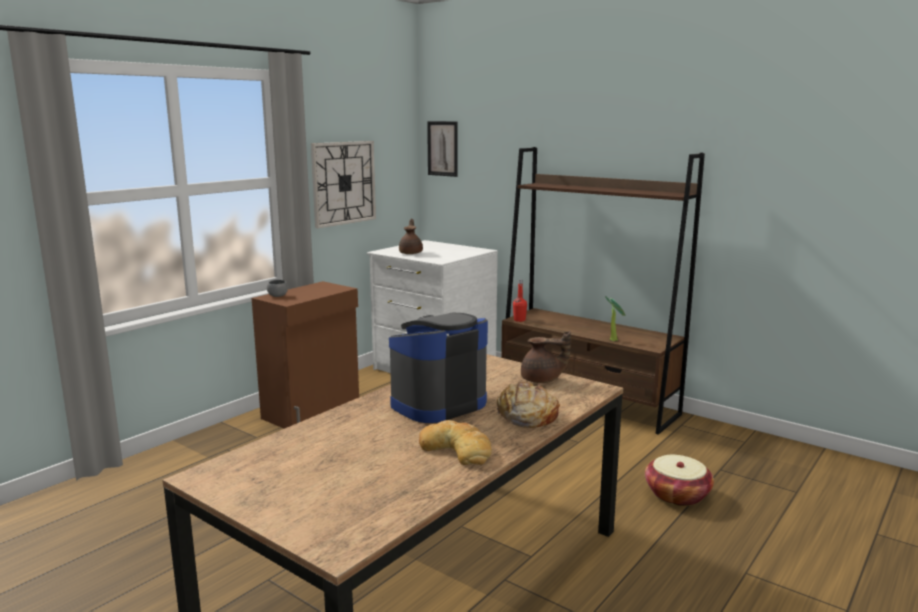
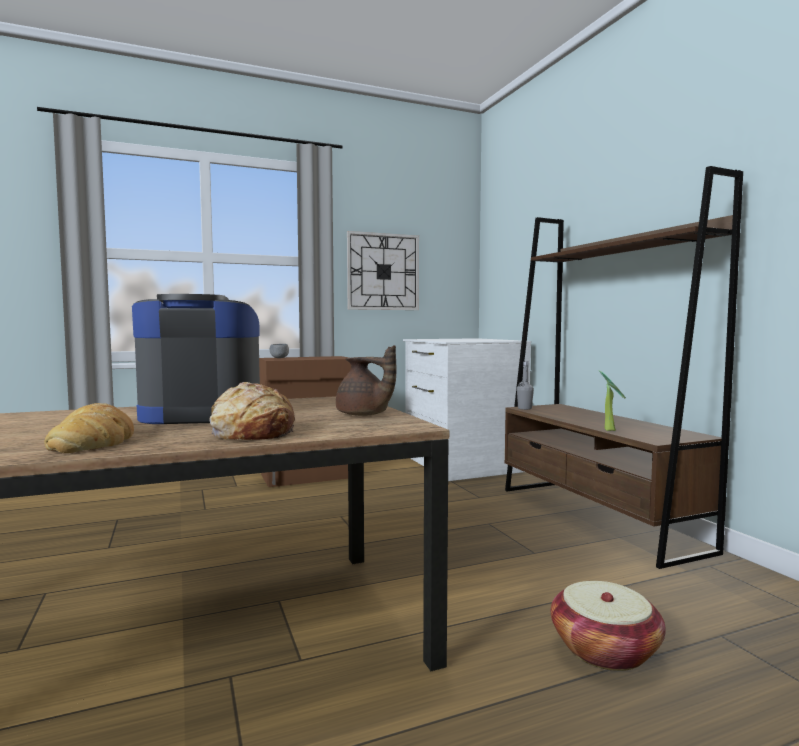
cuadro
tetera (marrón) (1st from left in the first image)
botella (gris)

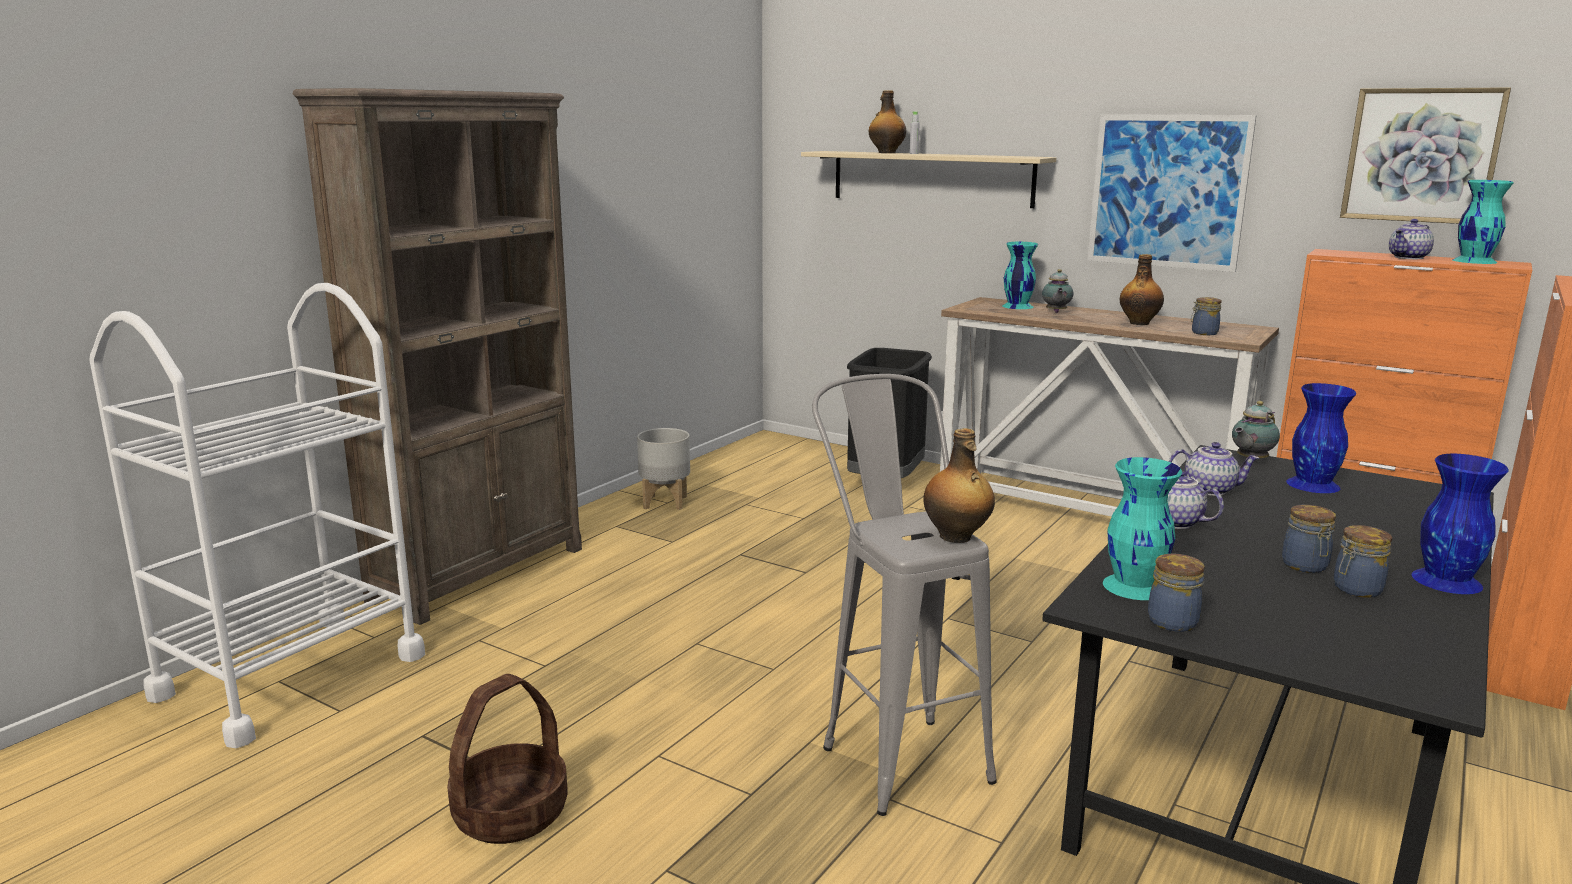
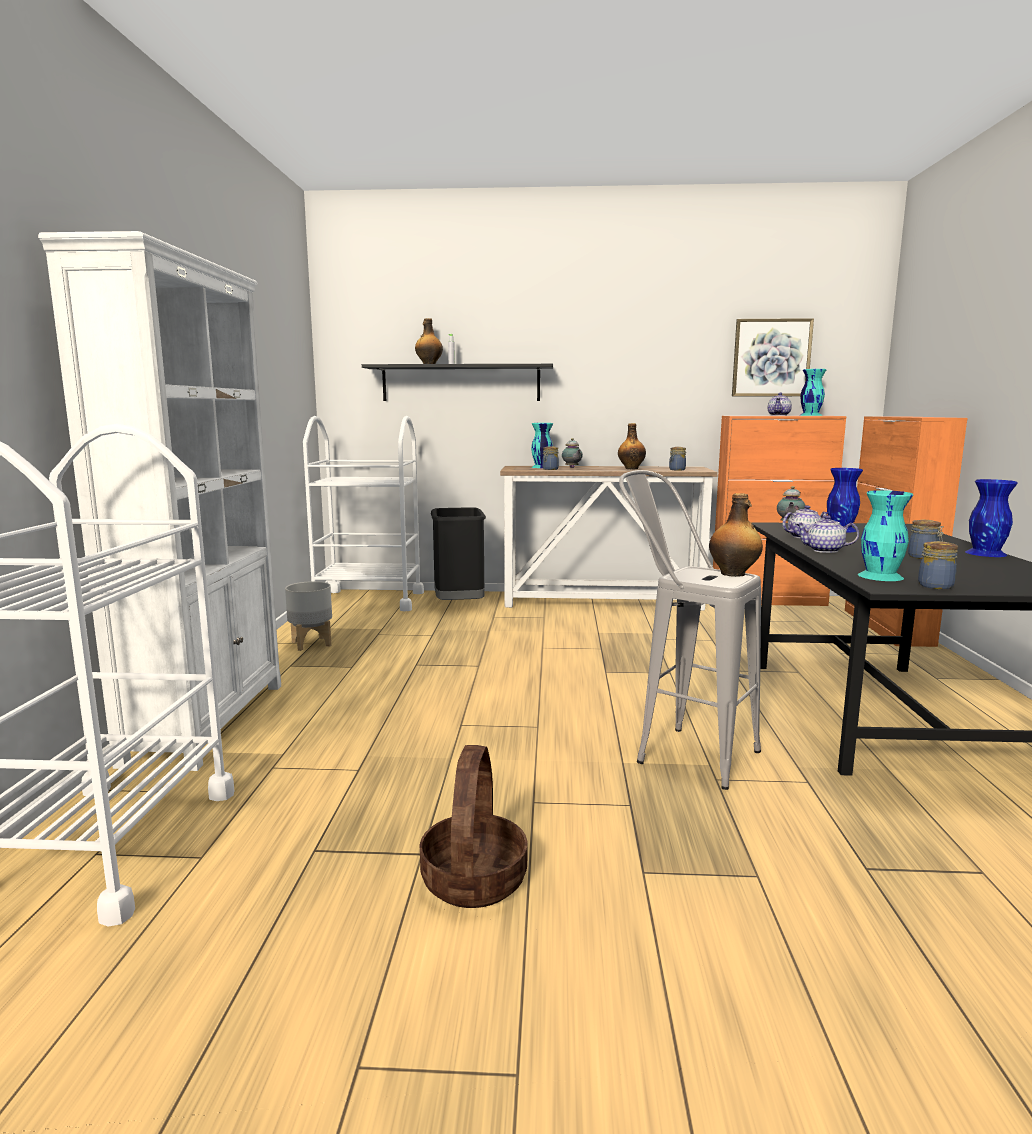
estantería (blanco)
cuadro (1st from left in the first image)
estante (negro)
tarro (1st from left)
carrito (blanco) (2nd from left)

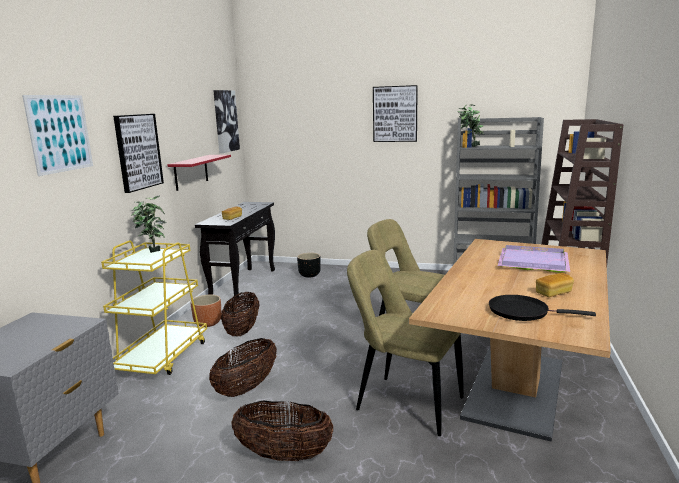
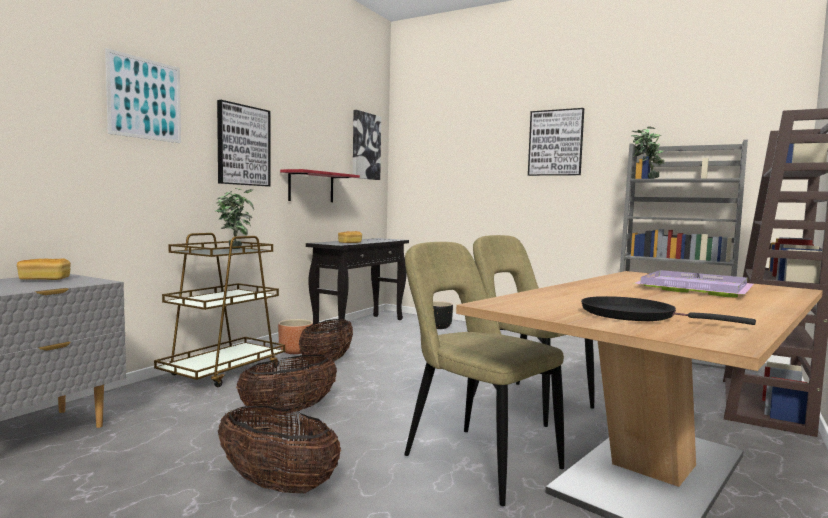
carrito (marrón)
pan (1st from left)

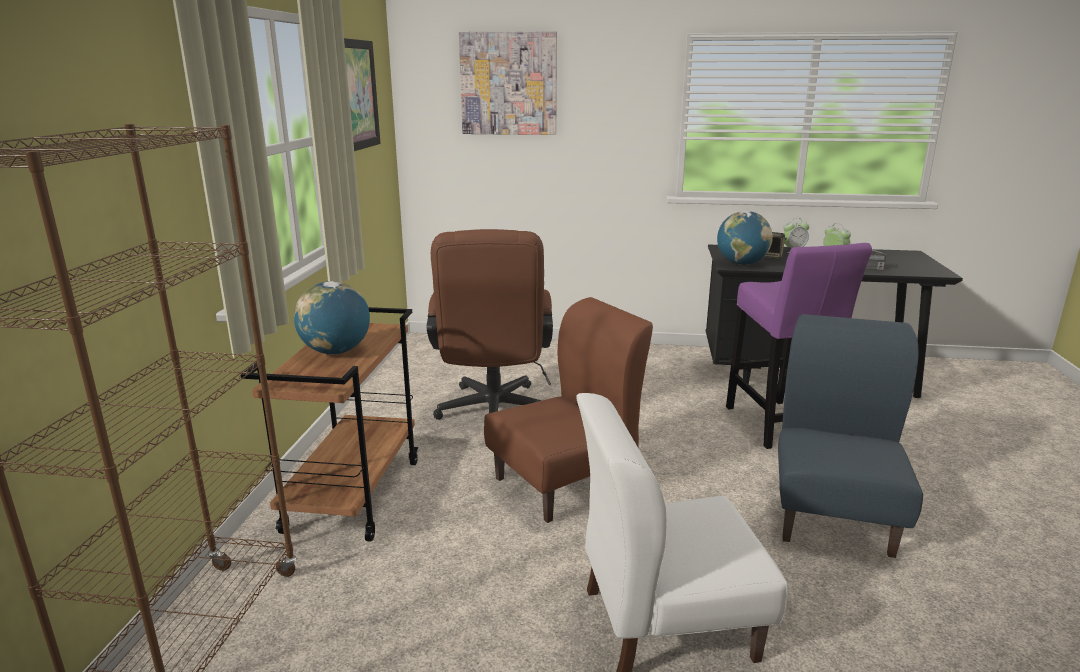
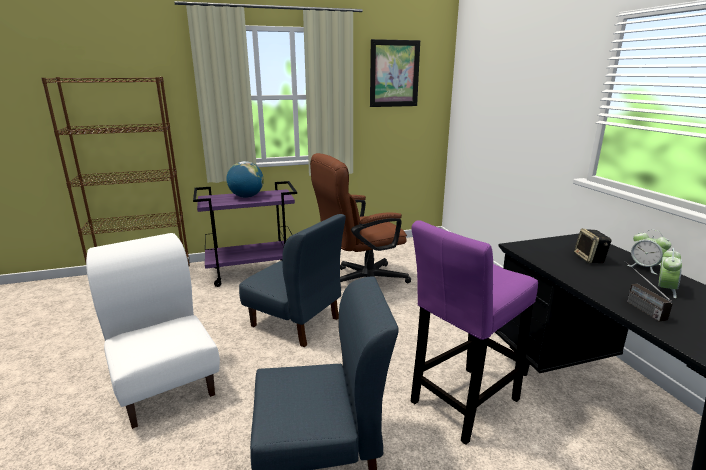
cuadro (2nd from left in the first image)
globo terráqueo (2nd from left in the first image)
silla (azul) (1st from left)
carrito (morado)

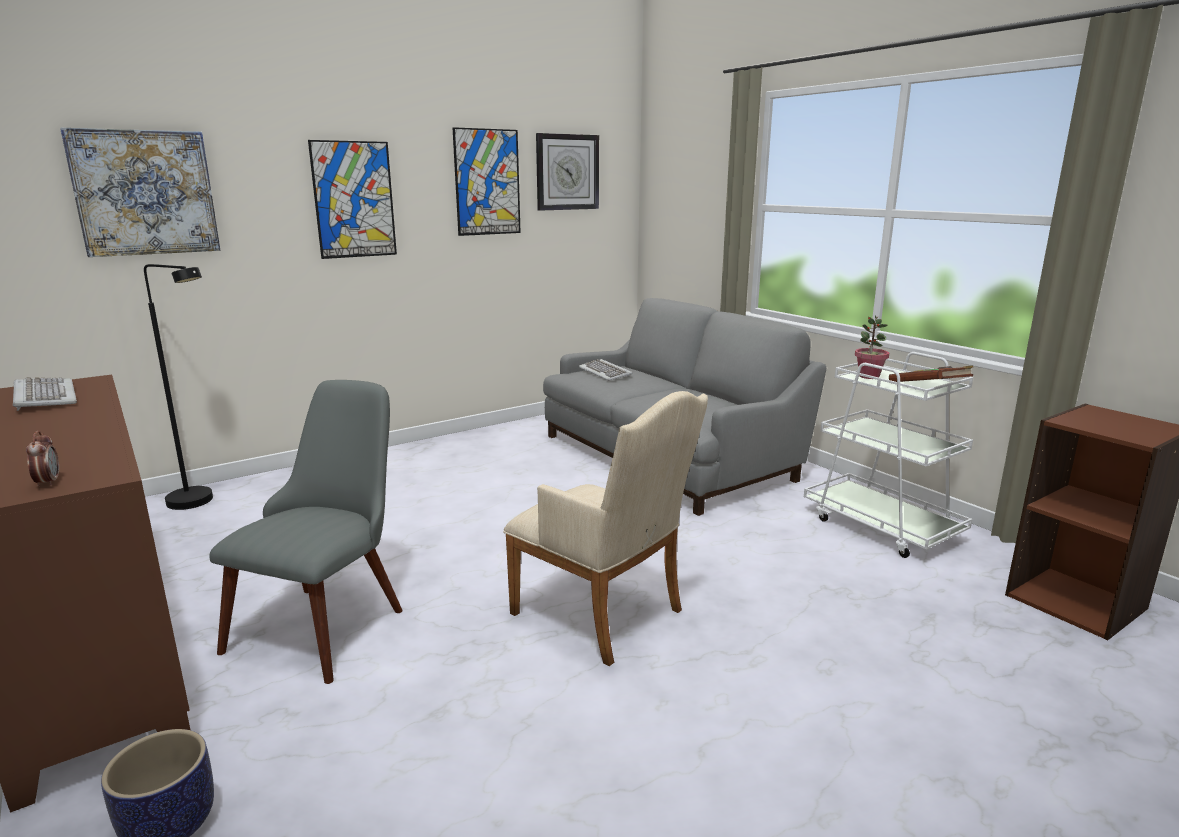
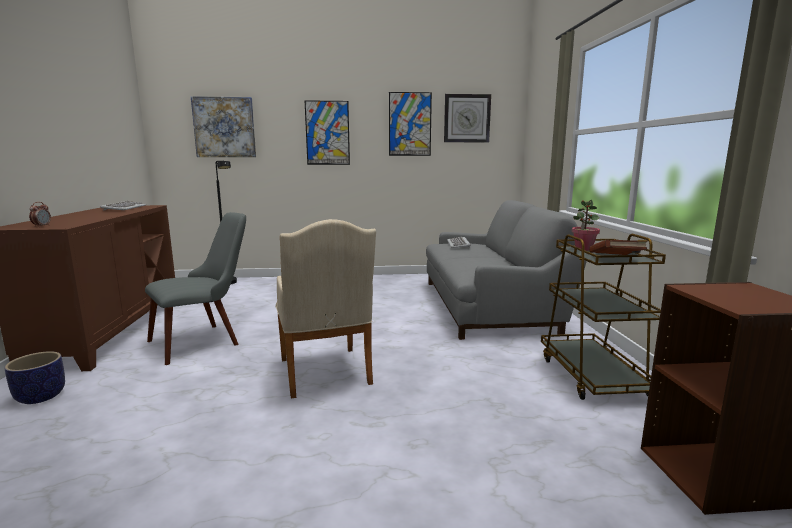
carrito (marrón)

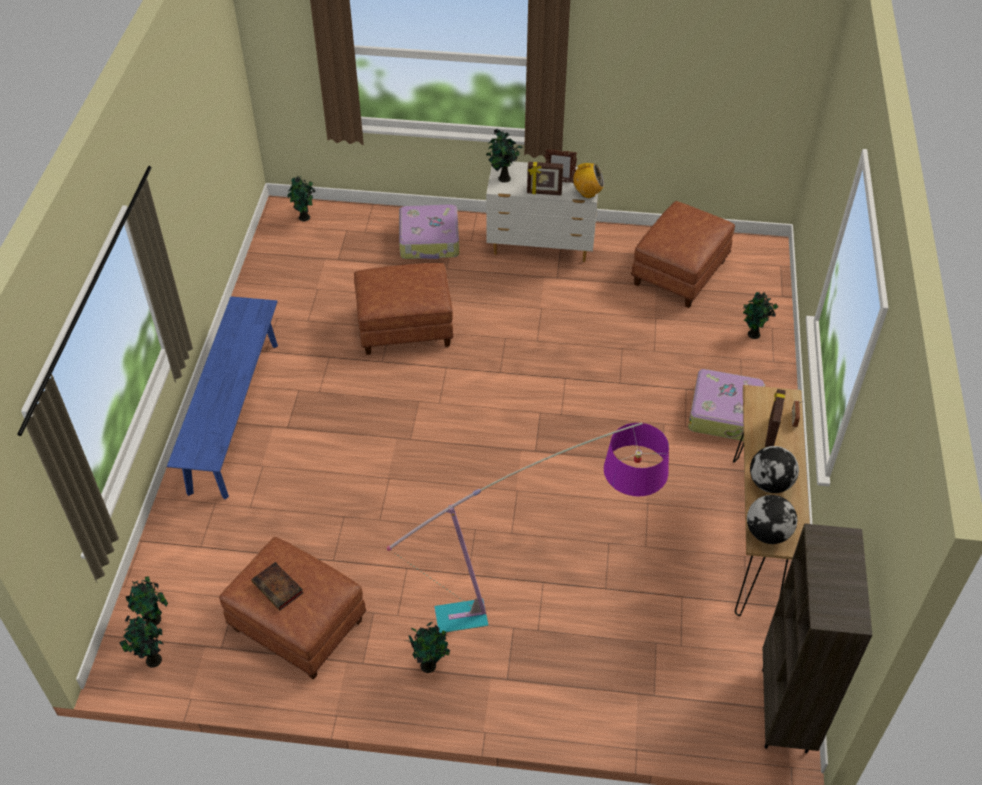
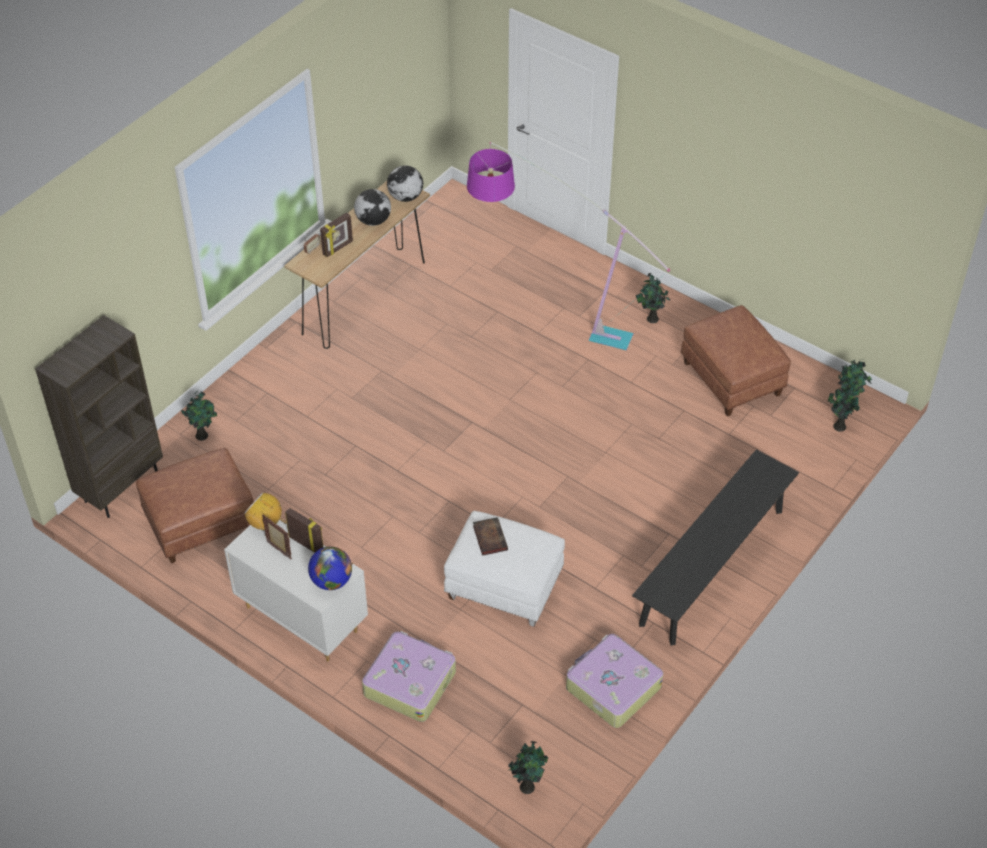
globo terráqueo (1st from left)
puf (blanco)
banco (negro)
maleta (2nd from left)
estantería (marrón)
libro

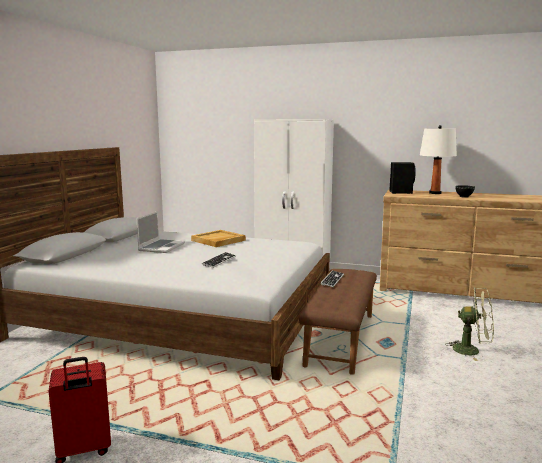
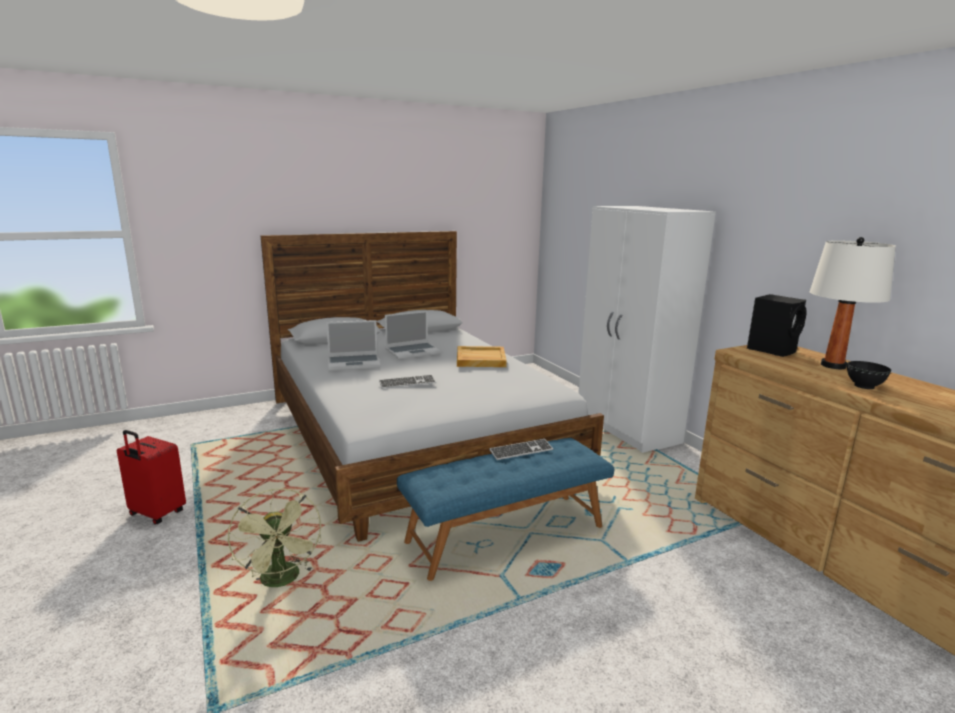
banco (azul)
ventilador (verde)
portátil (1st from left)

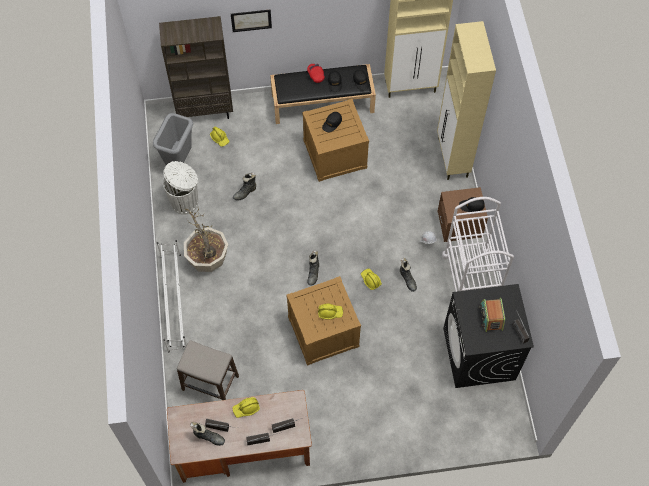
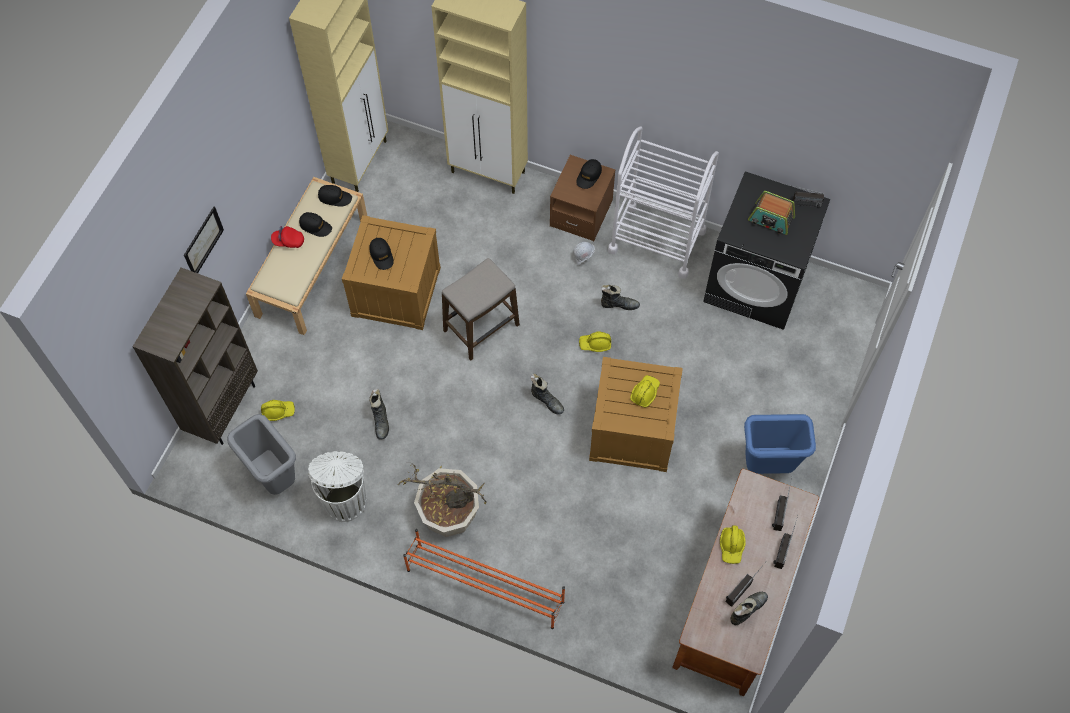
banco (beis)
zapatero (naranja)
taburete
papelera (azul)

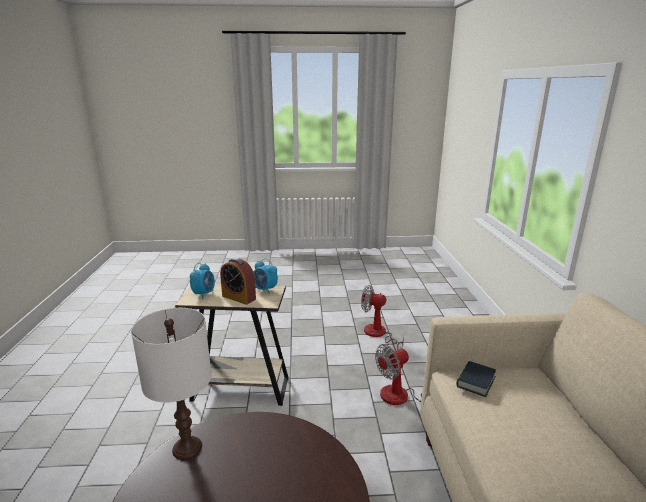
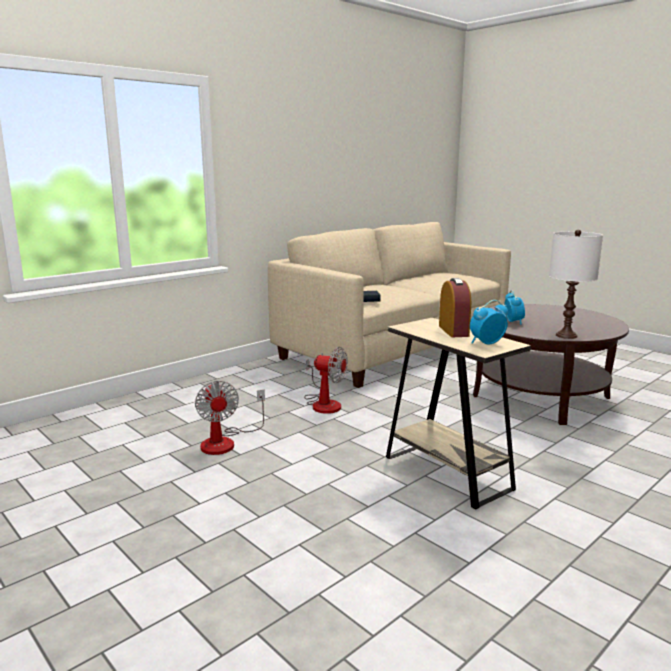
despertador (3rd from left)

